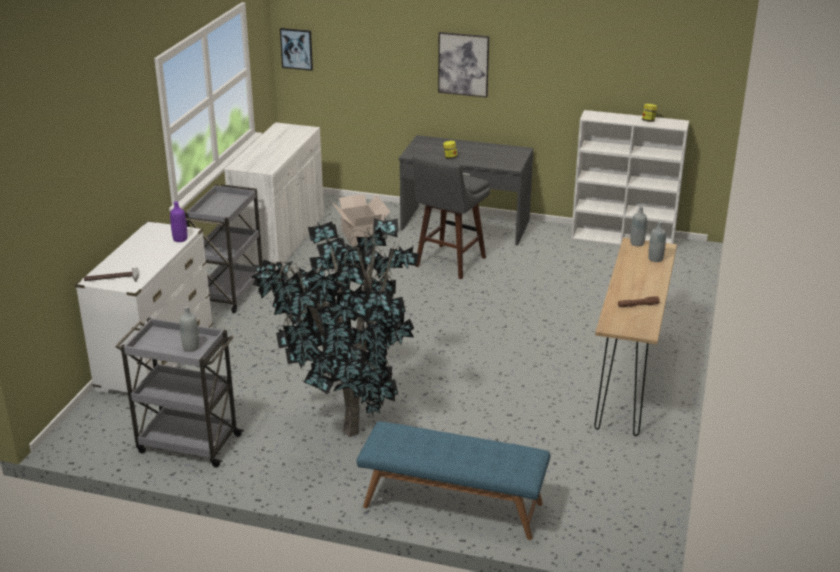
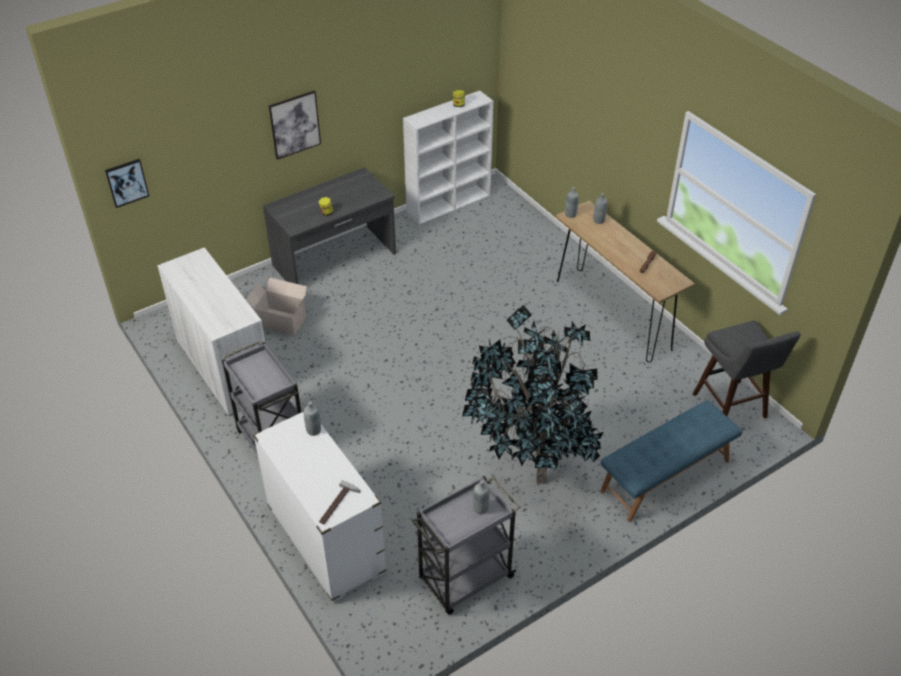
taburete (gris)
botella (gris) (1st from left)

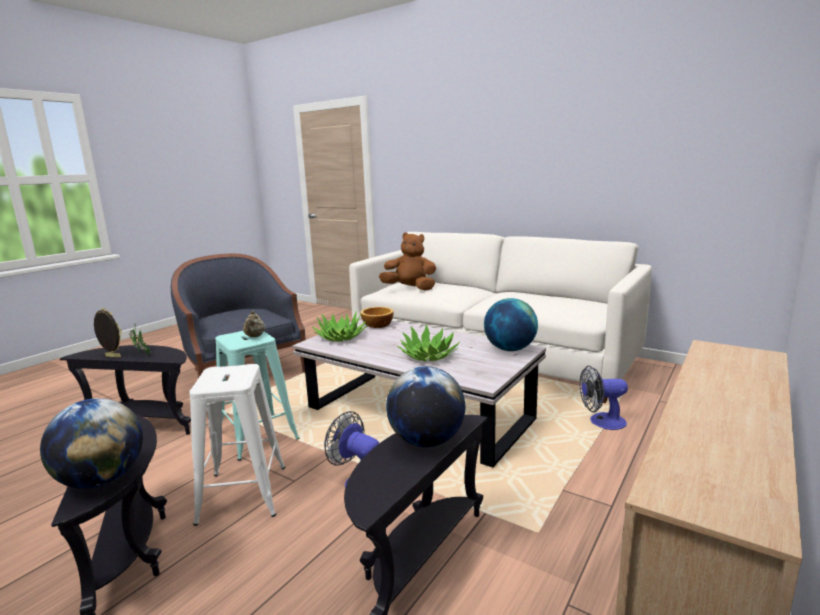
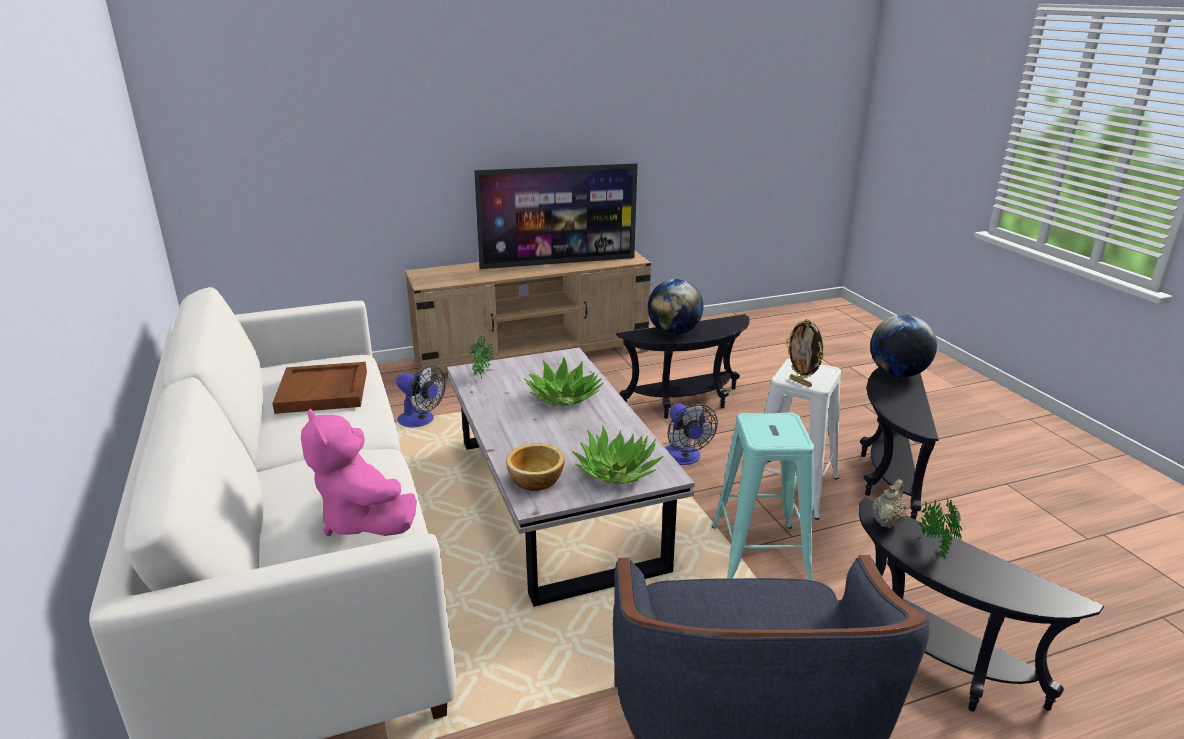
peluche (rosa)
planta en maceta (1st from left)
portarretratos
tetera (beis)
televisor
bandeja (marrón)

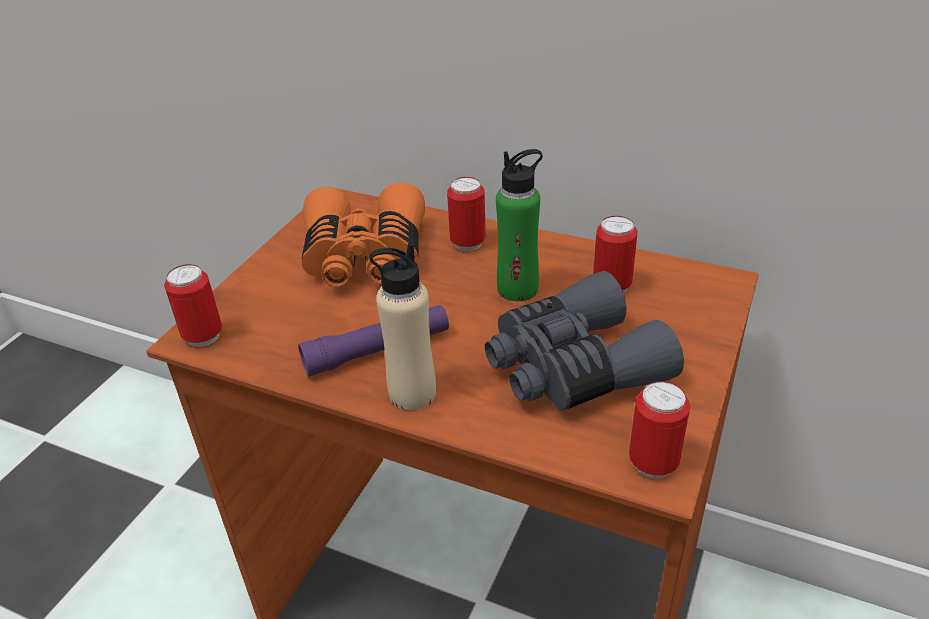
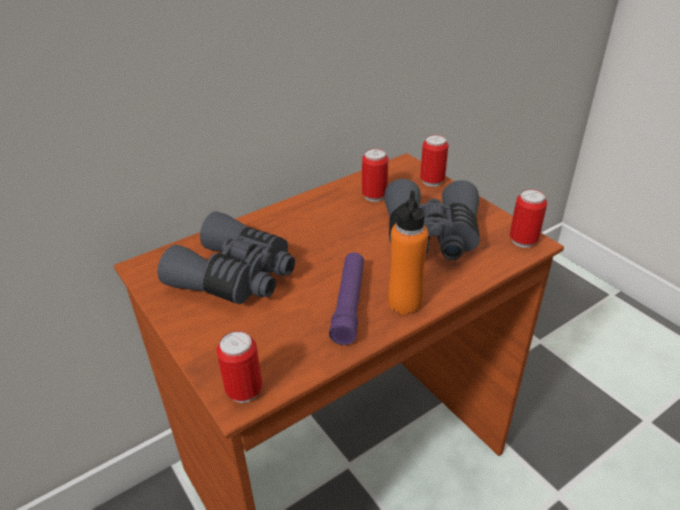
botella (verde)
lata (3rd from left)
prismáticos (gris) (1st from left)
botella (naranja)

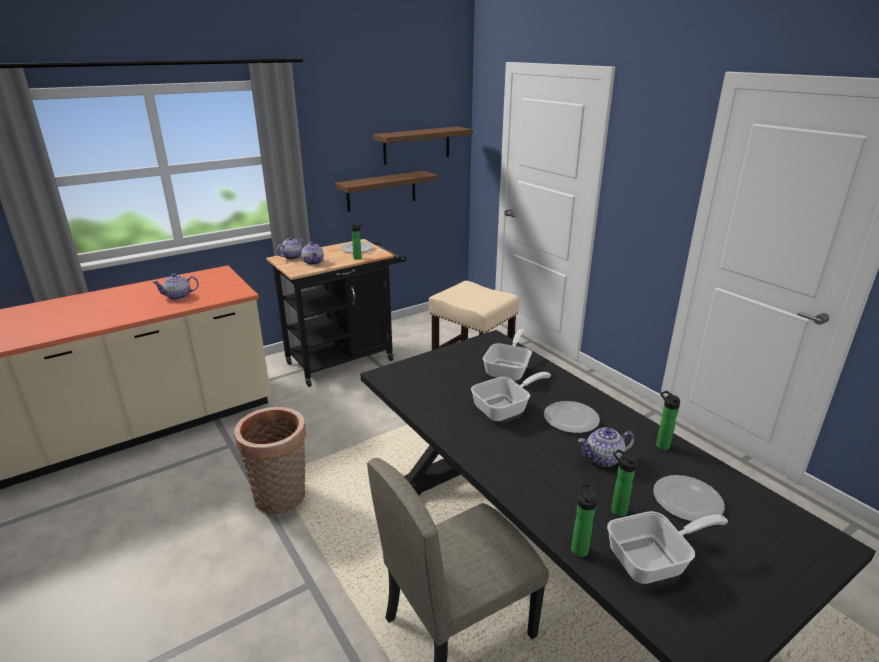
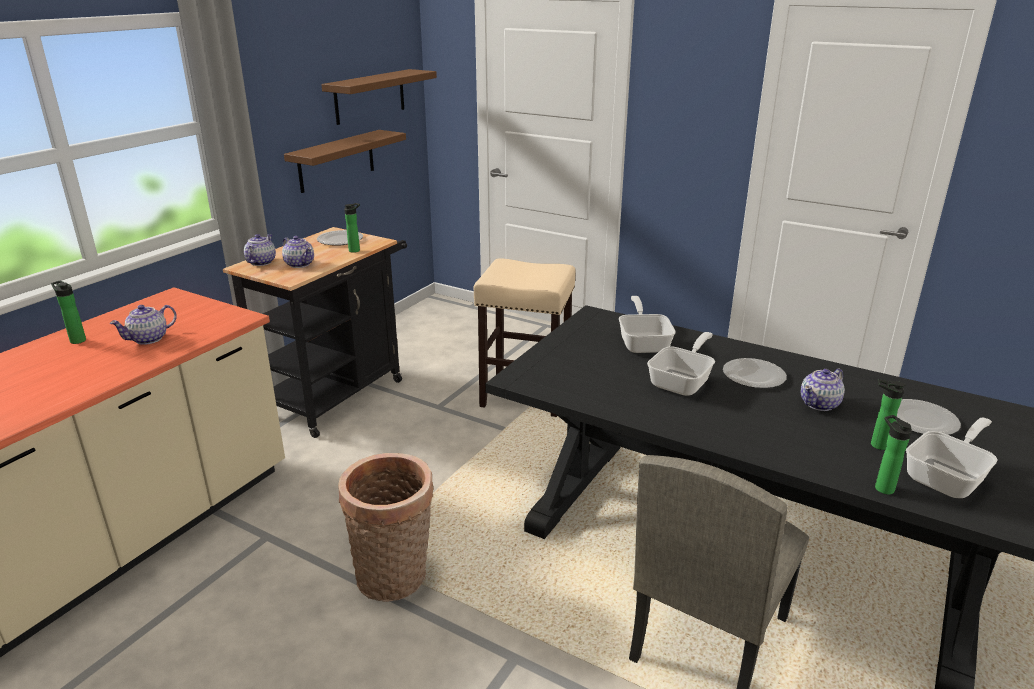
botella (1st from left)

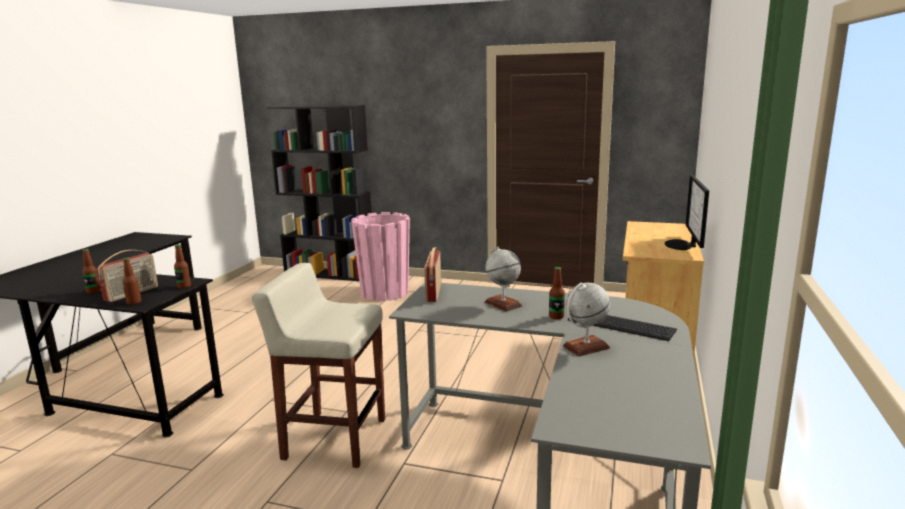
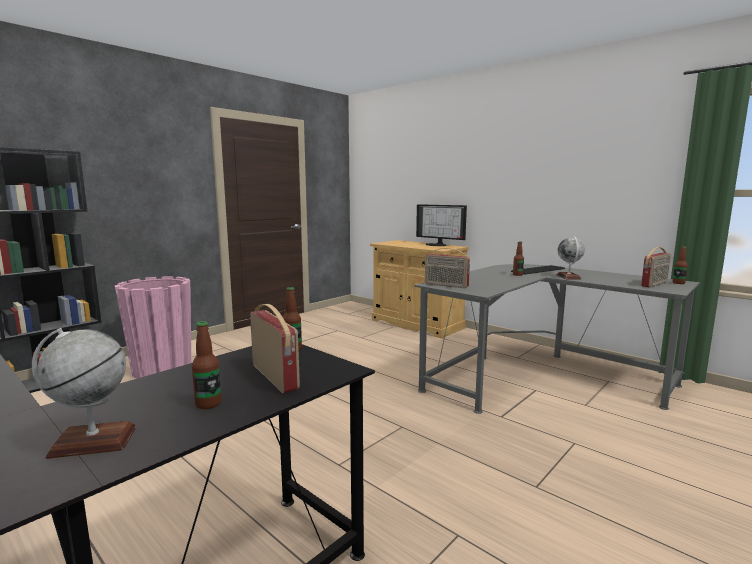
globo terráqueo (1st from left)
botella (4th from left)
taburete (beis)
radio (3rd from left)

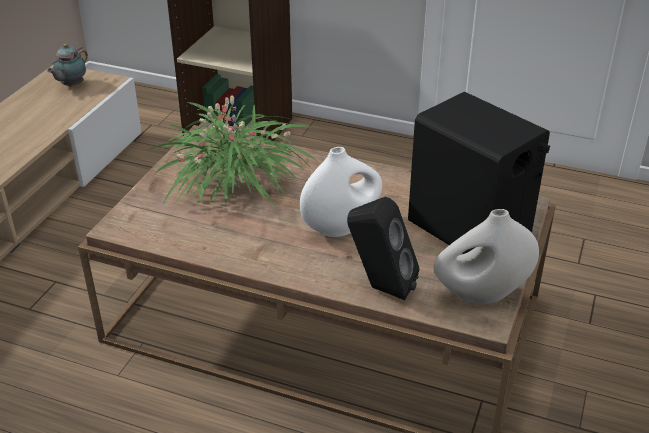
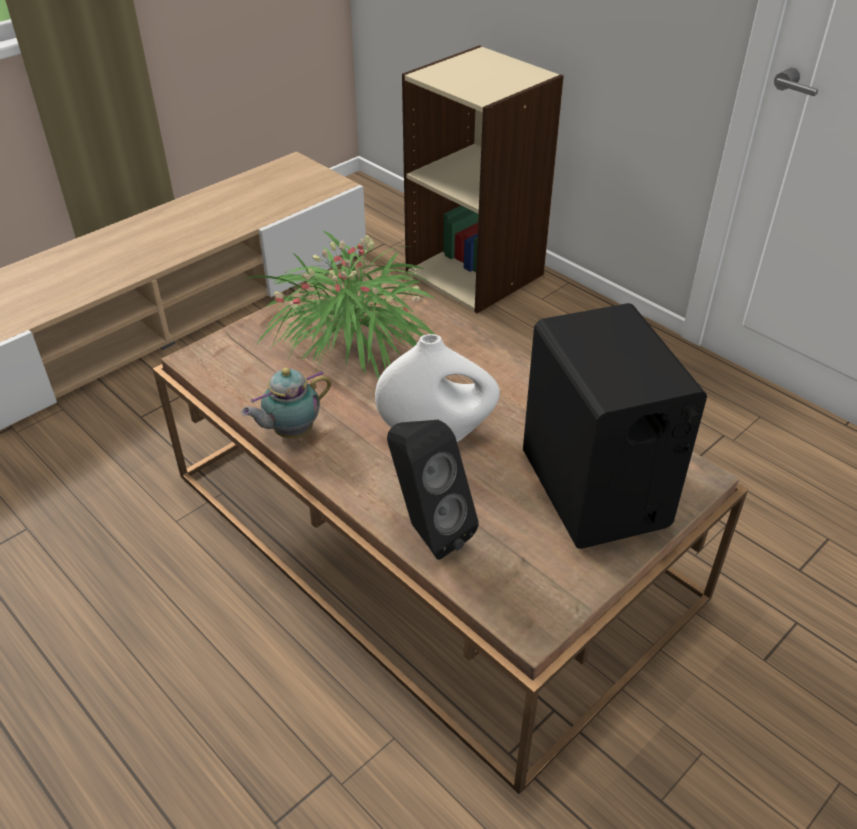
tetera
florero (blanco) (2nd from left in the first image)

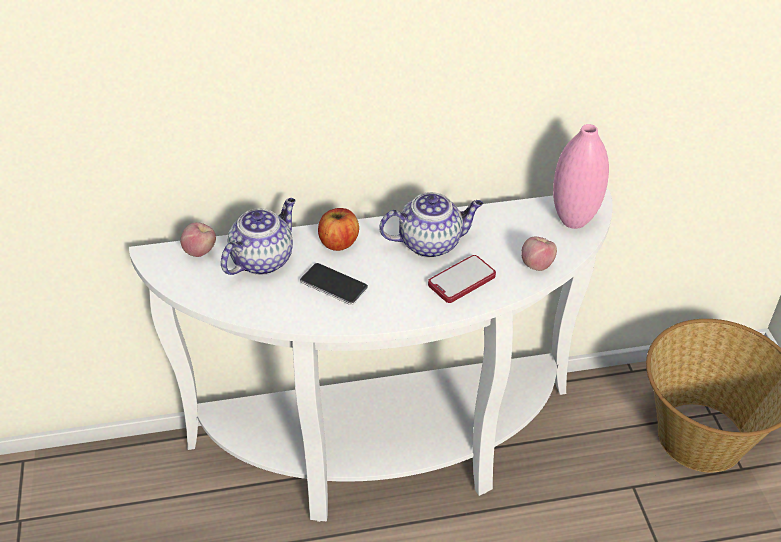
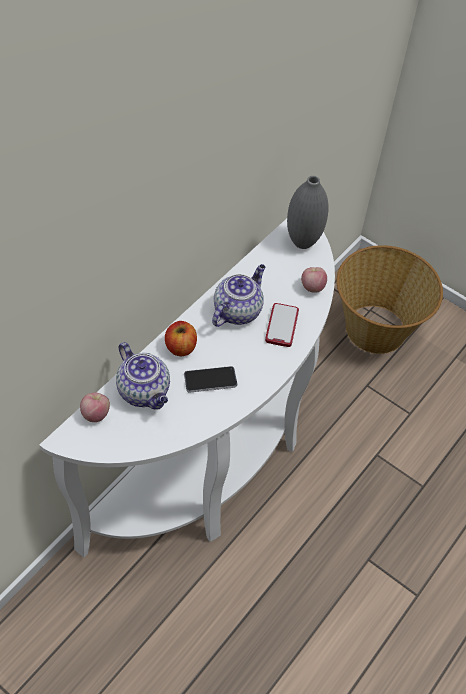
florero (gris)
tetera (1st from left)

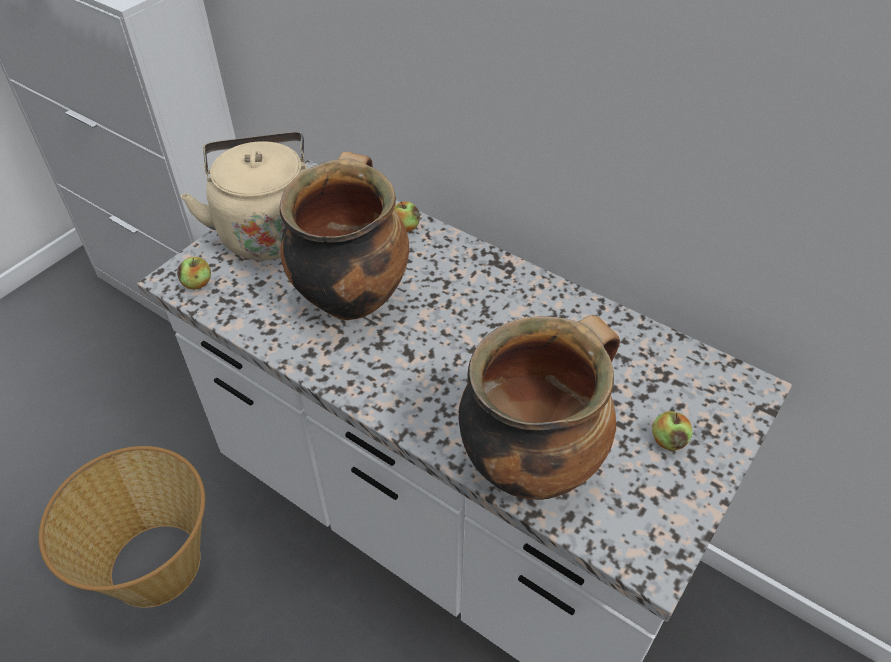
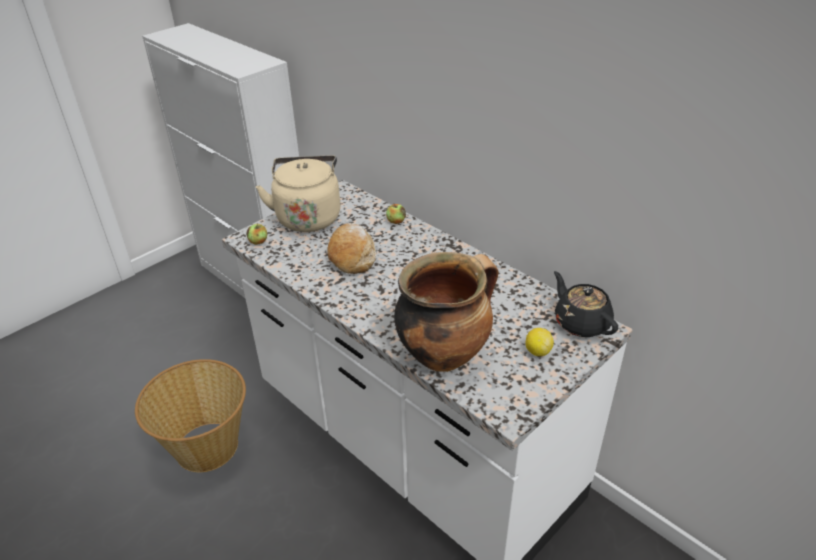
pan
limón
tetera (negro)

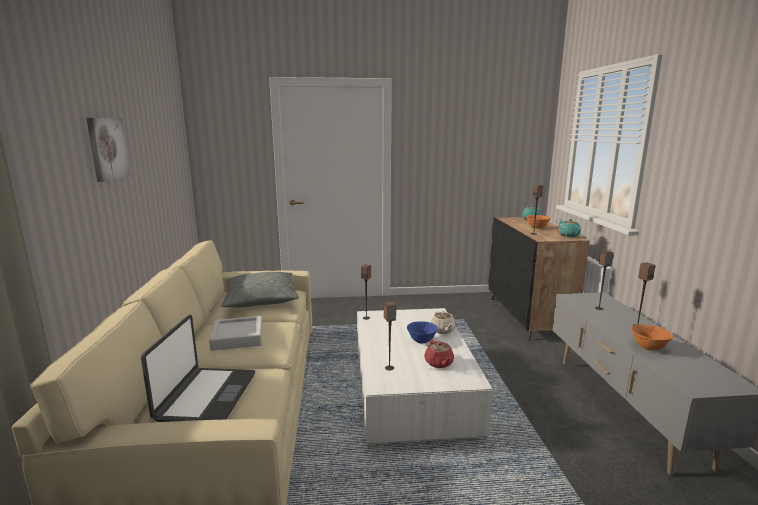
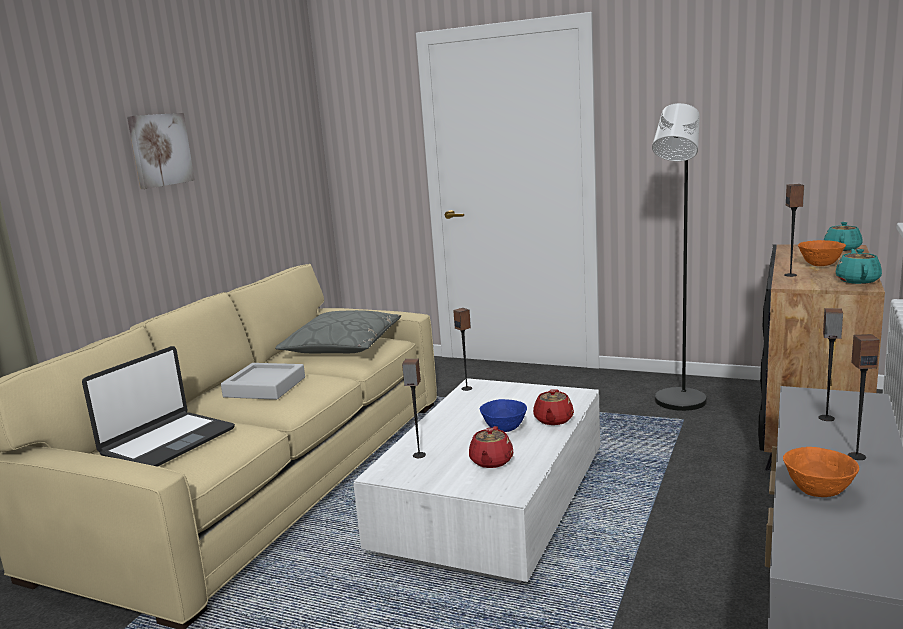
tetera (rojo) (2nd from left)
lámpara de pie (negro)

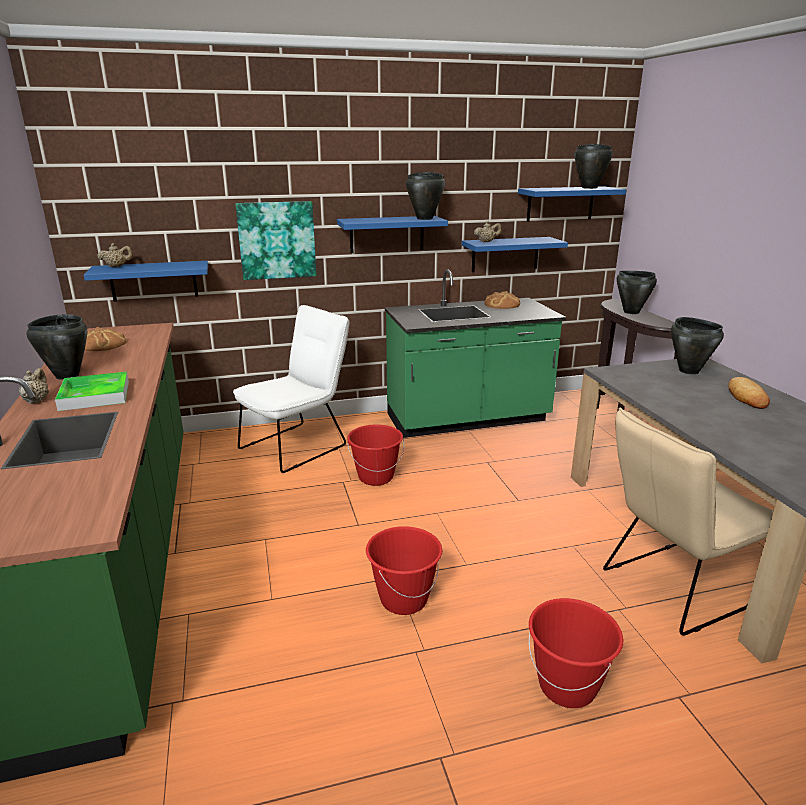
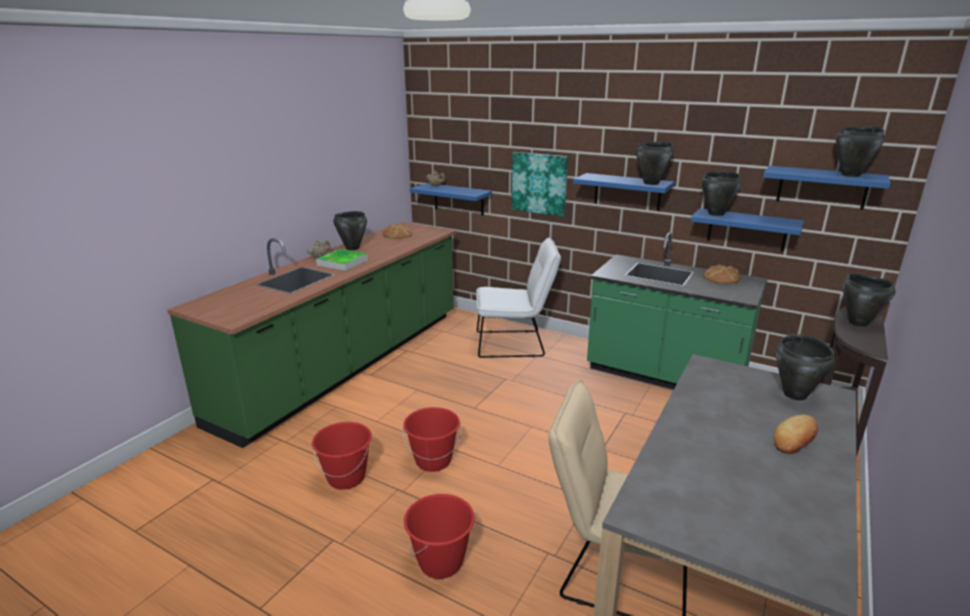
olla (negro) (3rd from left)
cubo (rojo) (1st from left)

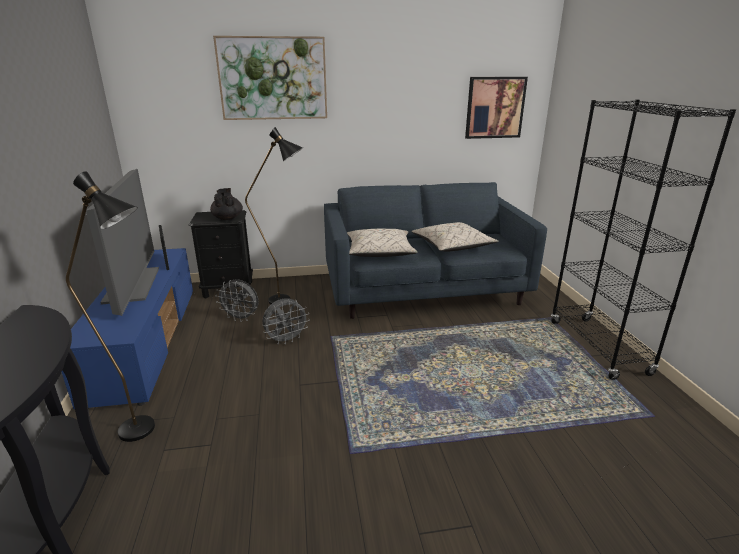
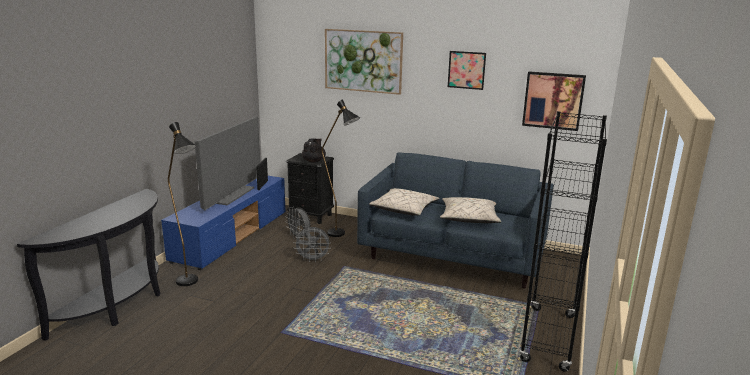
cuadro (2nd from left)

